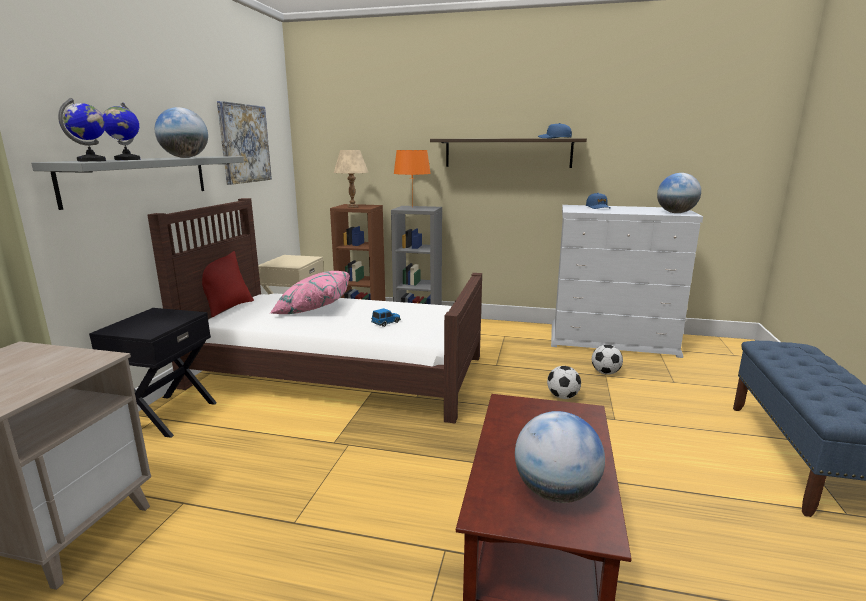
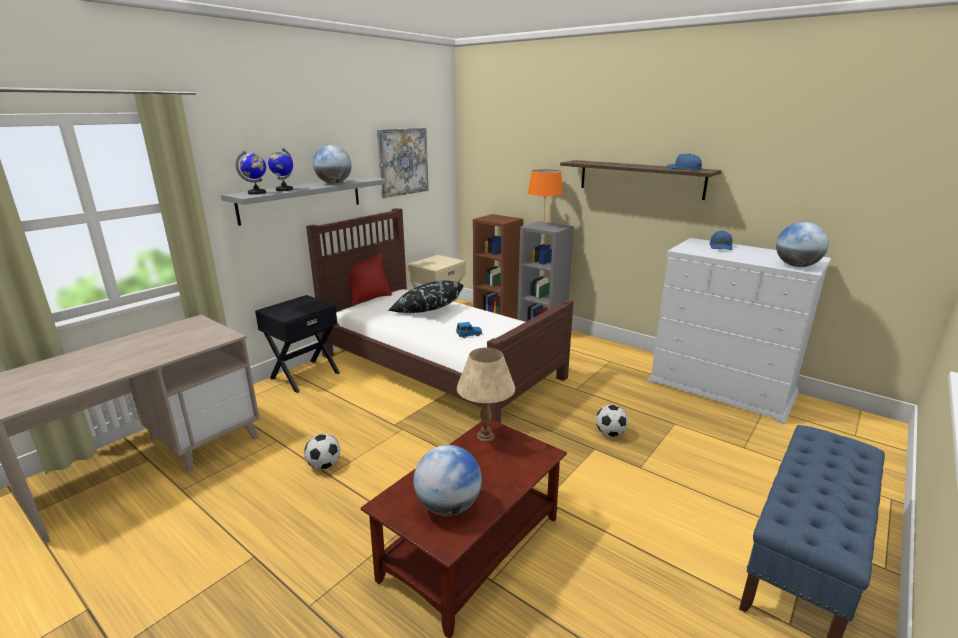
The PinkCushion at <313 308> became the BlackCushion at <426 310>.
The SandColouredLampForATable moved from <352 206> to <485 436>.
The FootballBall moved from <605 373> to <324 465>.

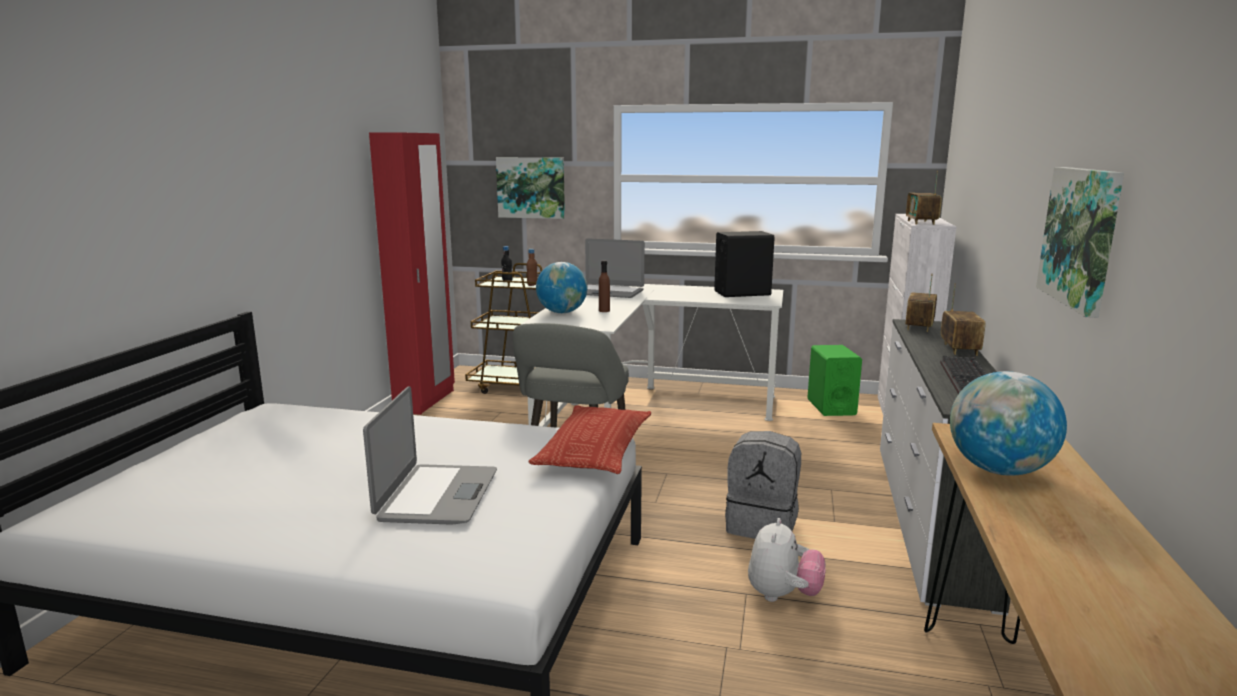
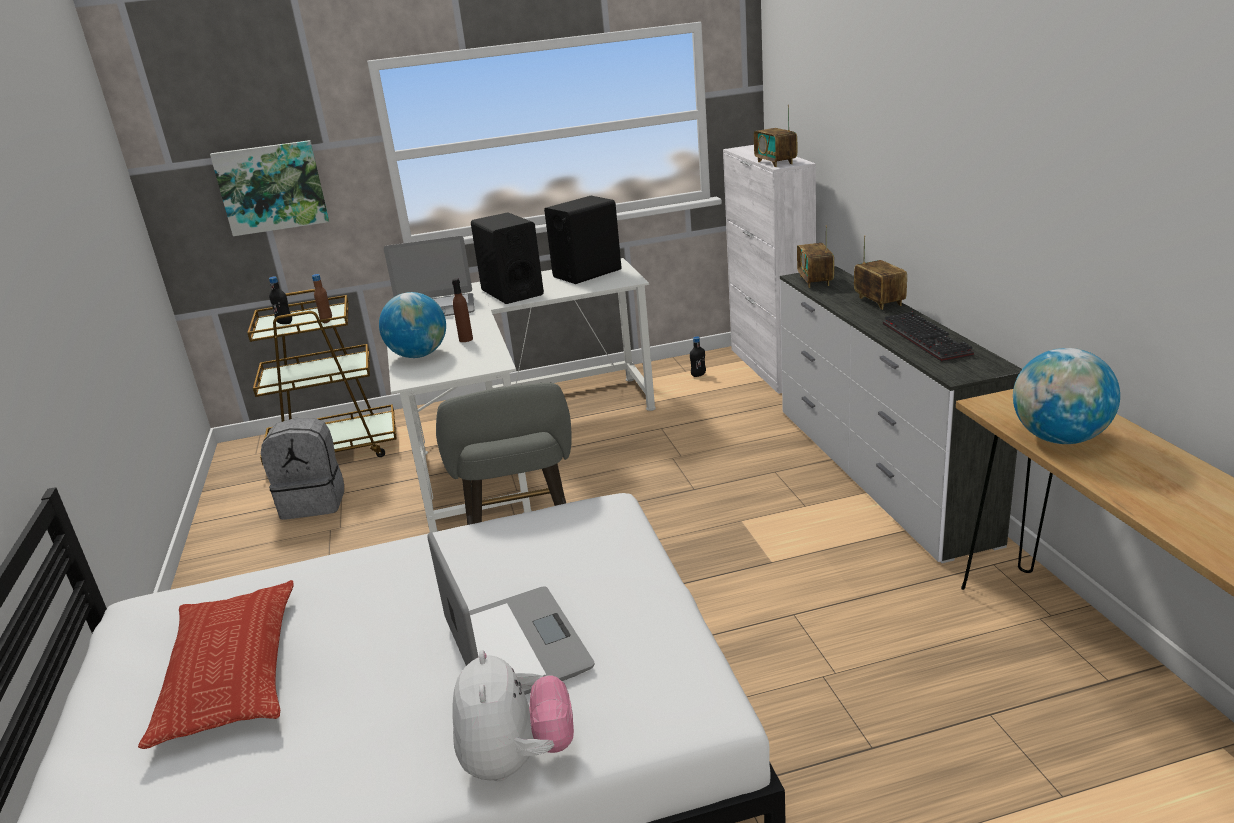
The RedWardrobe at <425 401> disappeared.
The Cushion moved from <595 448> to <230 670>.
The GreyKnapsack moved from <762 525> to <314 502>.
The SoftToy moved from <783 595> to <517 760>.
The GreenishSpeaker at <831 407> was replaced by the BlackDrinkBottle at <698 375>.
The Picture at <1082 237> disappeared.
The BlackSpeaker at <512 292> appeared.

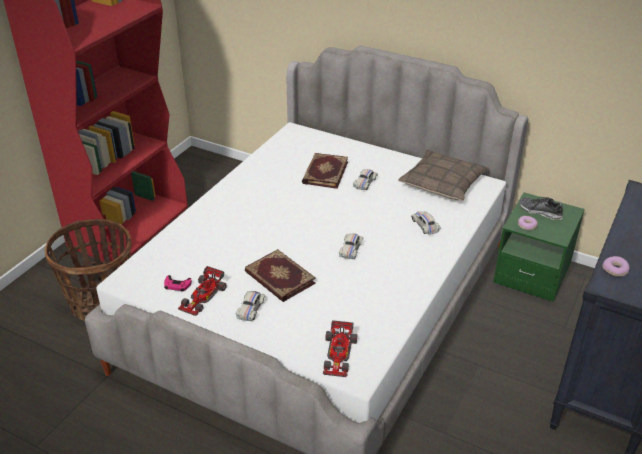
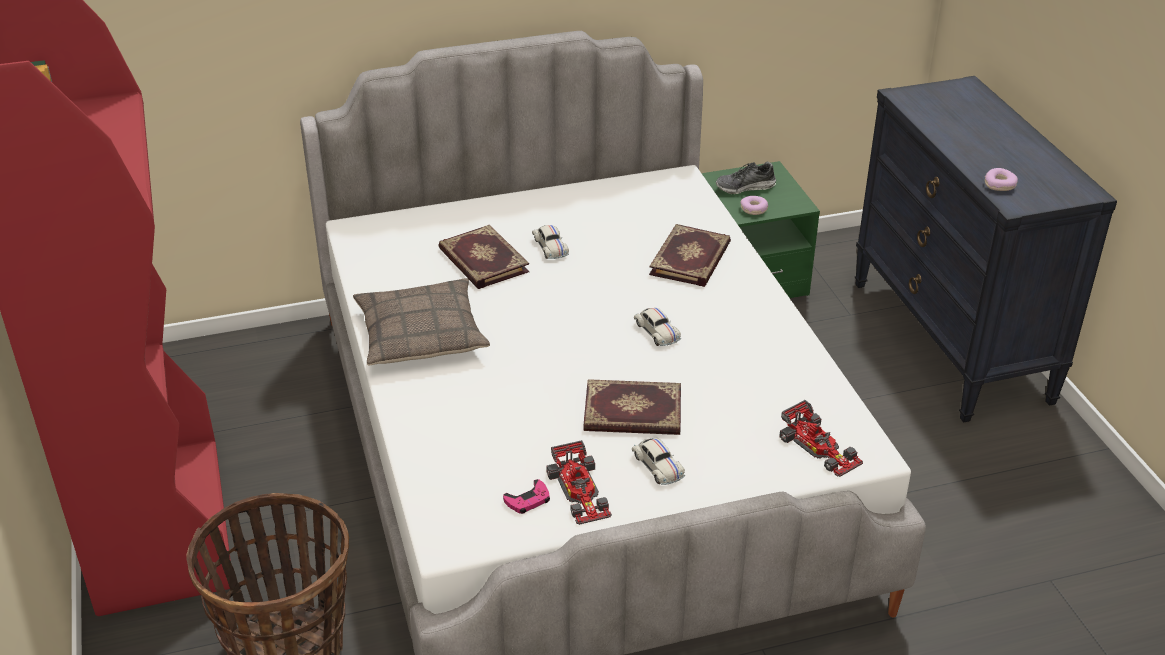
The Cushion moved from <443 183> to <421 334>.
The WhiteColouredMiniatureCar at <425 225> was replaced by the Volume at <691 259>.

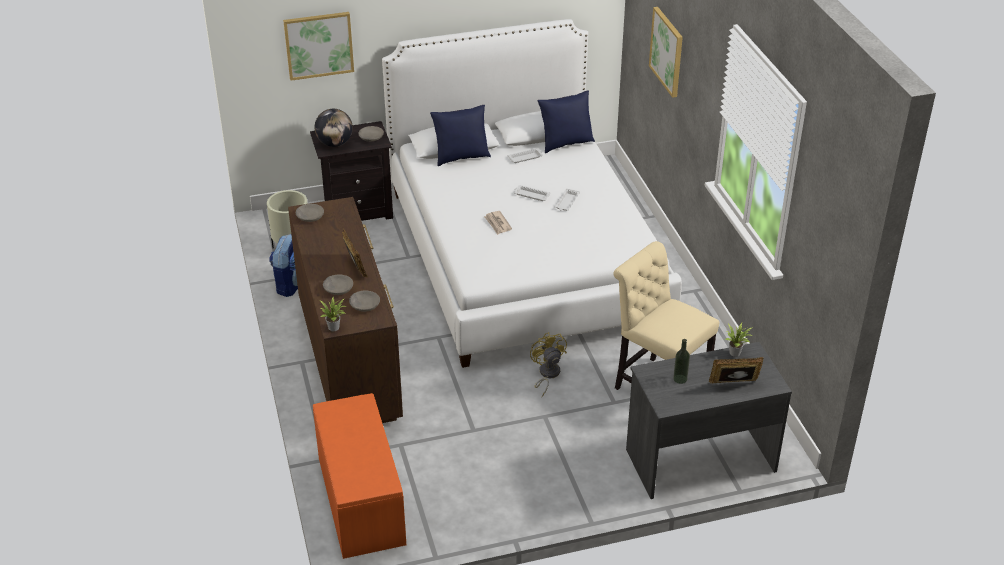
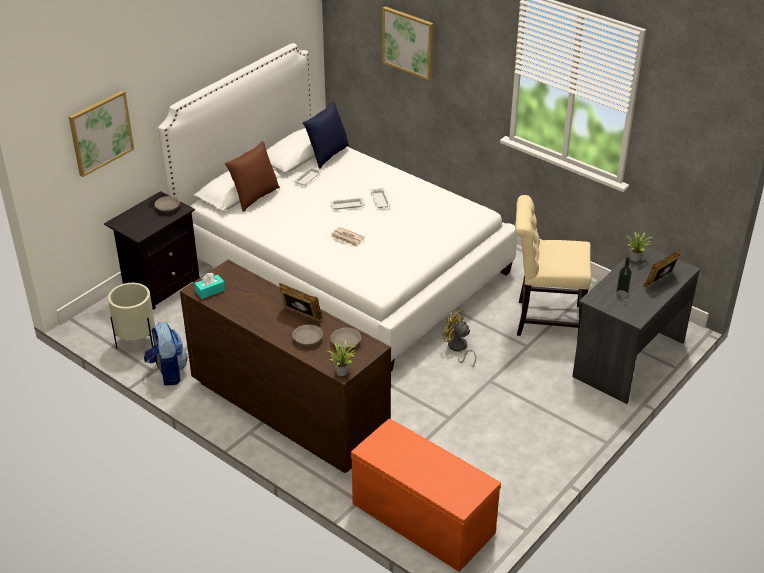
The GreyBowl at <309 216> was replaced by the TurquoiseColouredBoxOfTissues at <210 291>.
The WorldGlobe at <335 143> disappeared.
The BlueCushion at <461 157> became the BrownColouredCushion at <254 197>.

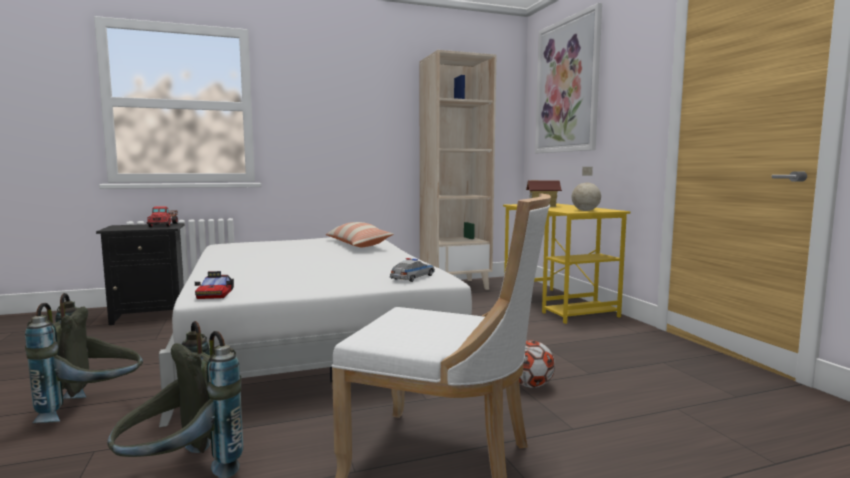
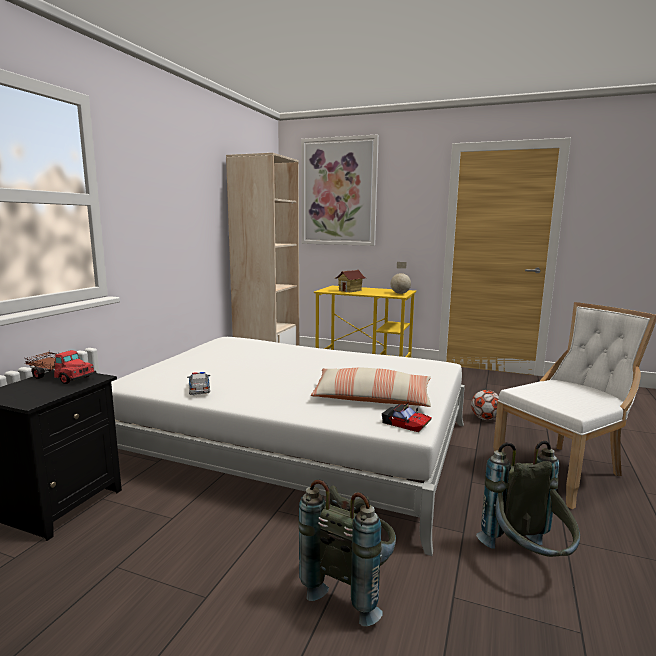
The Cushion moved from <357 244> to <371 399>.
The MiniatureCar moved from <413 277> to <199 389>.

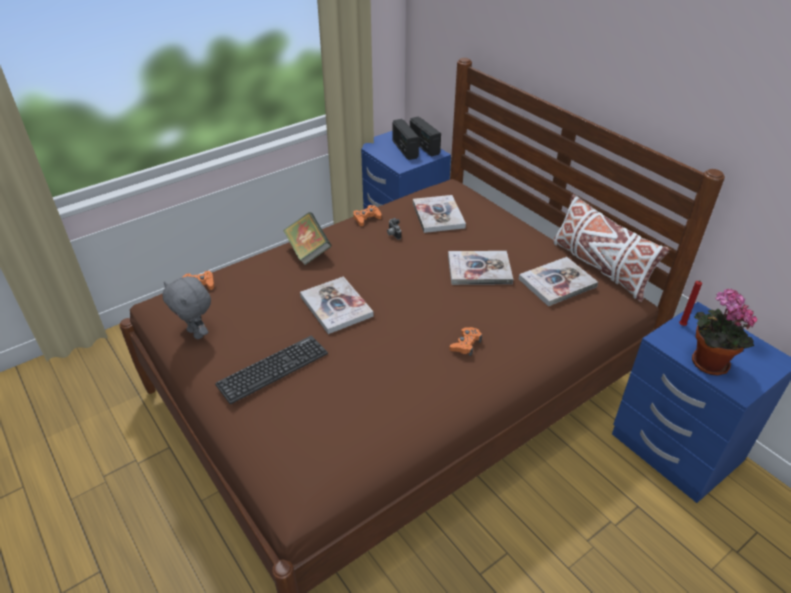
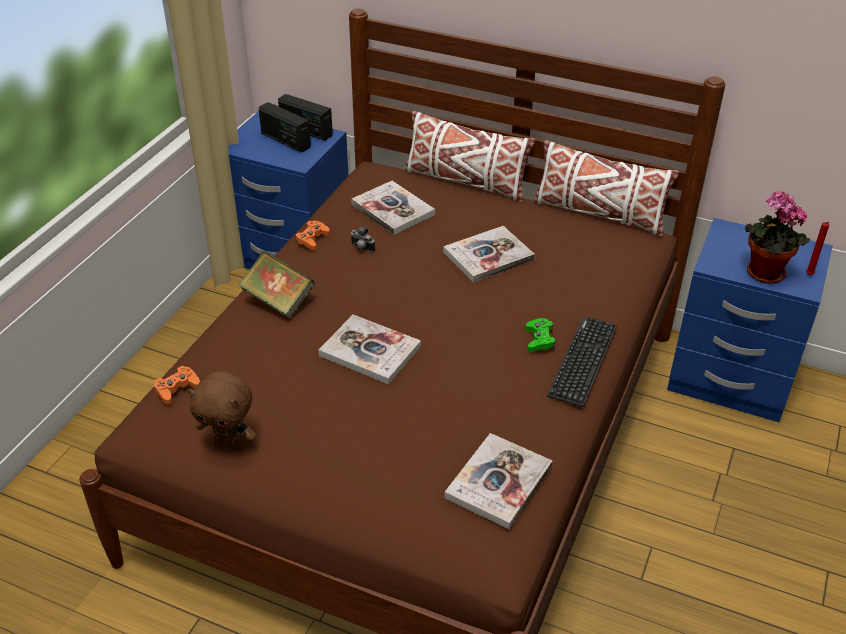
The GreySoftToy at <197 333> became the BrownColouredSoftToy at <229 444>.
The ComputerKeyboard moved from <273 369> to <583 361>.
The OrangeGamepad at <465 344> became the GreenishGamepad at <539 340>.
The Volume moved from <557 283> to <499 482>.
The RedWaxLight moved from <681 326> to <809 275>.
The WhiteColouredCushion at <465 181> appeared.

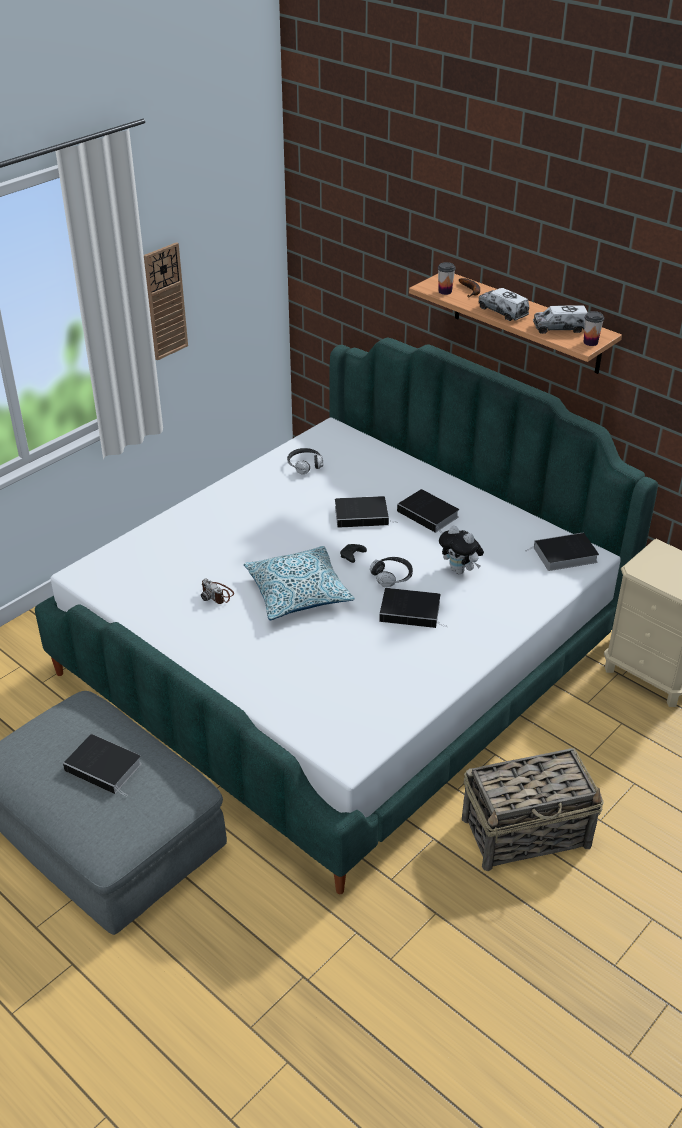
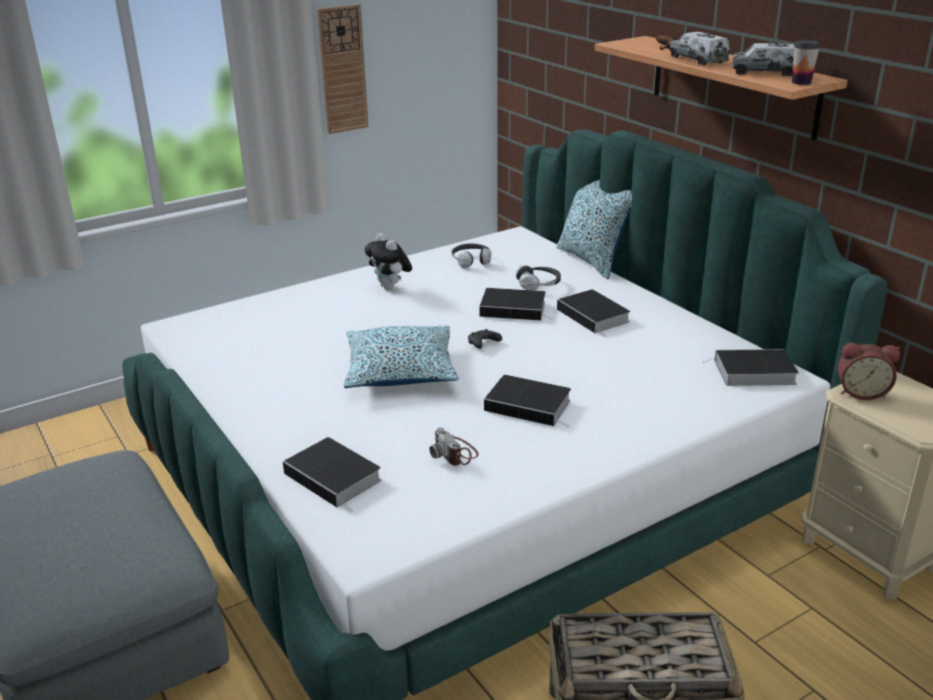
The Volume moved from <105 767> to <335 478>.
The StillCamera moved from <217 594> to <455 453>.
The Headset moved from <392 577> to <538 285>.
The DrinkingCup at <445 291> disappeared.
The SoftToy moved from <460 570> to <390 287>.
The Cushion at <592 260> appeared.
The AlarmClock at <861 392> appeared.

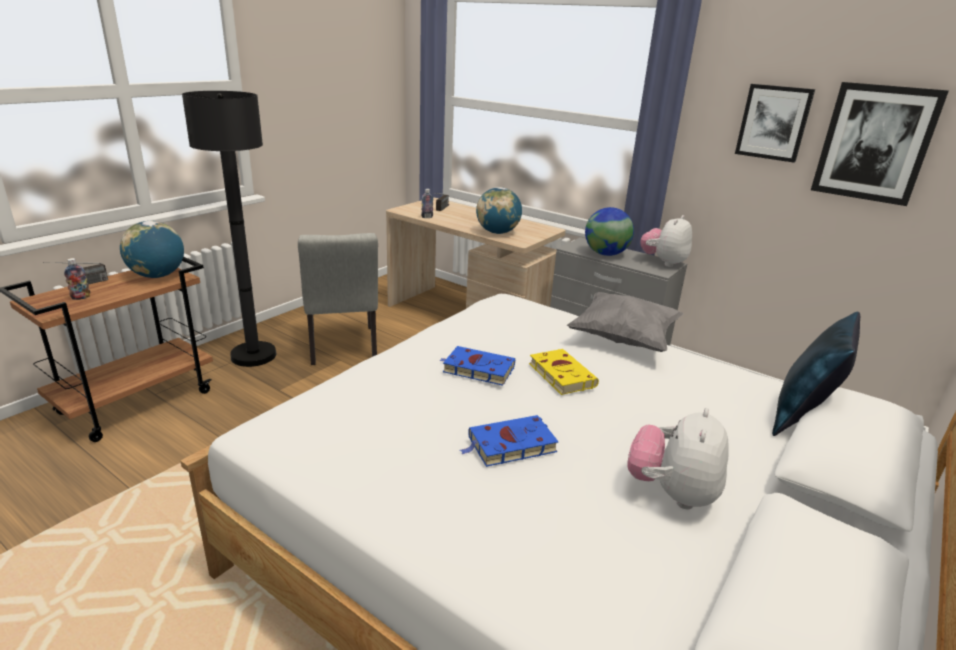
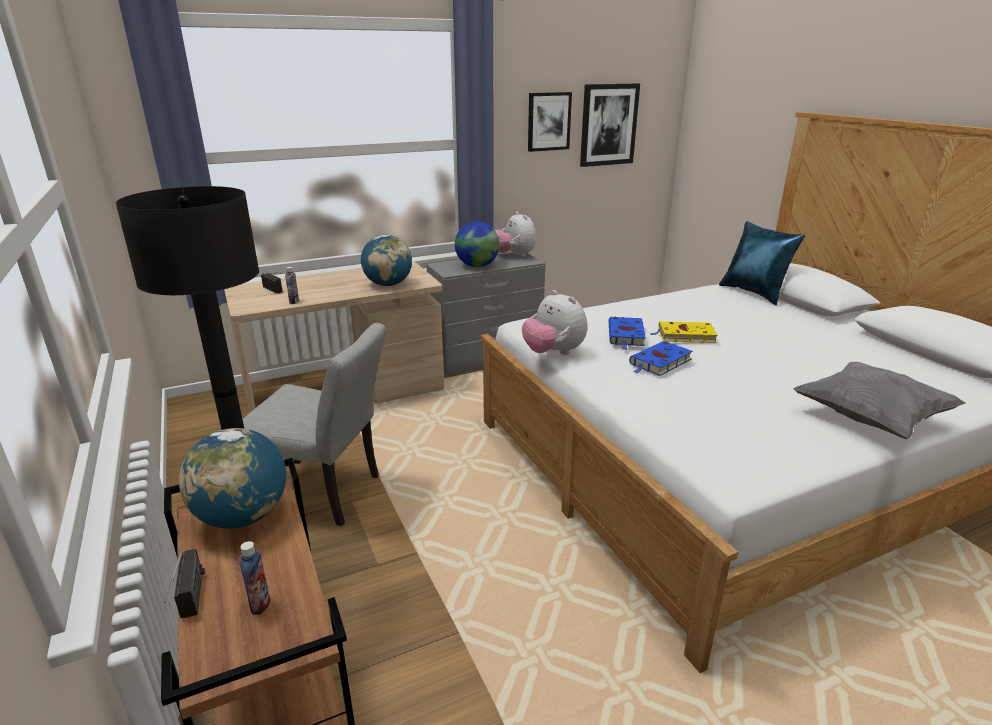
The BlueVolume moved from <509 445> to <626 336>.
The GreyCushion moved from <623 339> to <870 419>.
The SoftToy moved from <671 493> to <553 353>.

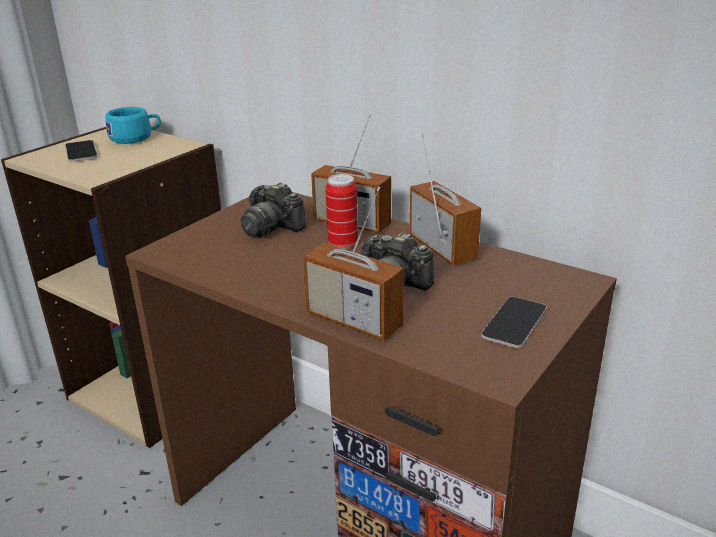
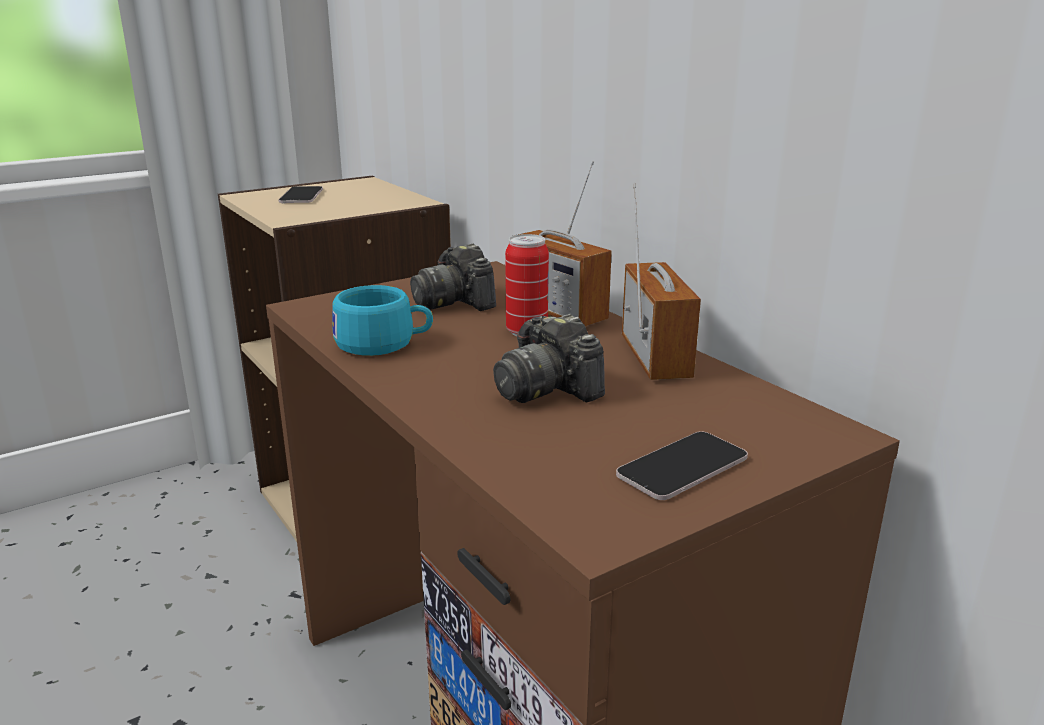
The TurquoiseColouredDrinkingCup moved from <136 138> to <384 344>.
The RadioReceiver at <353 320> disappeared.

